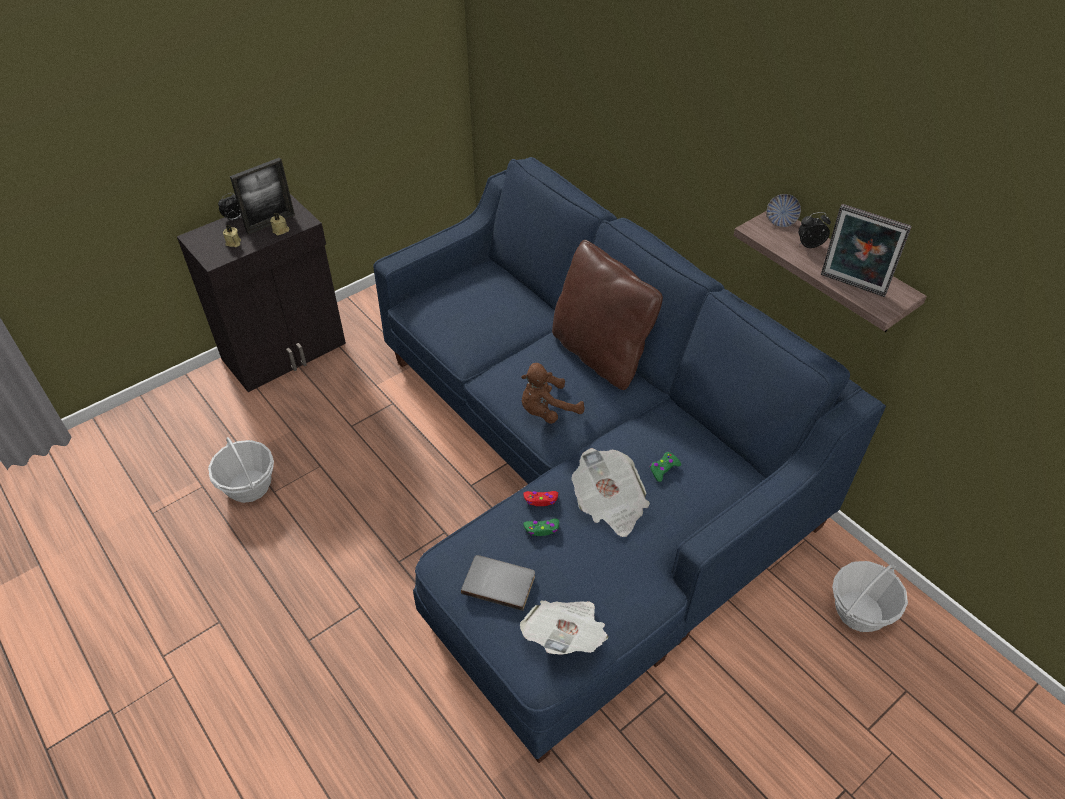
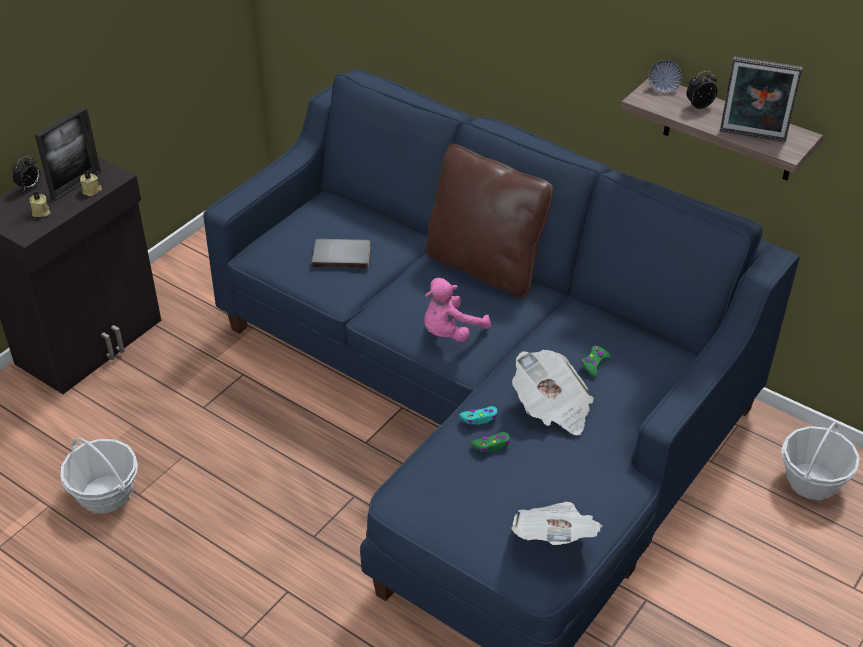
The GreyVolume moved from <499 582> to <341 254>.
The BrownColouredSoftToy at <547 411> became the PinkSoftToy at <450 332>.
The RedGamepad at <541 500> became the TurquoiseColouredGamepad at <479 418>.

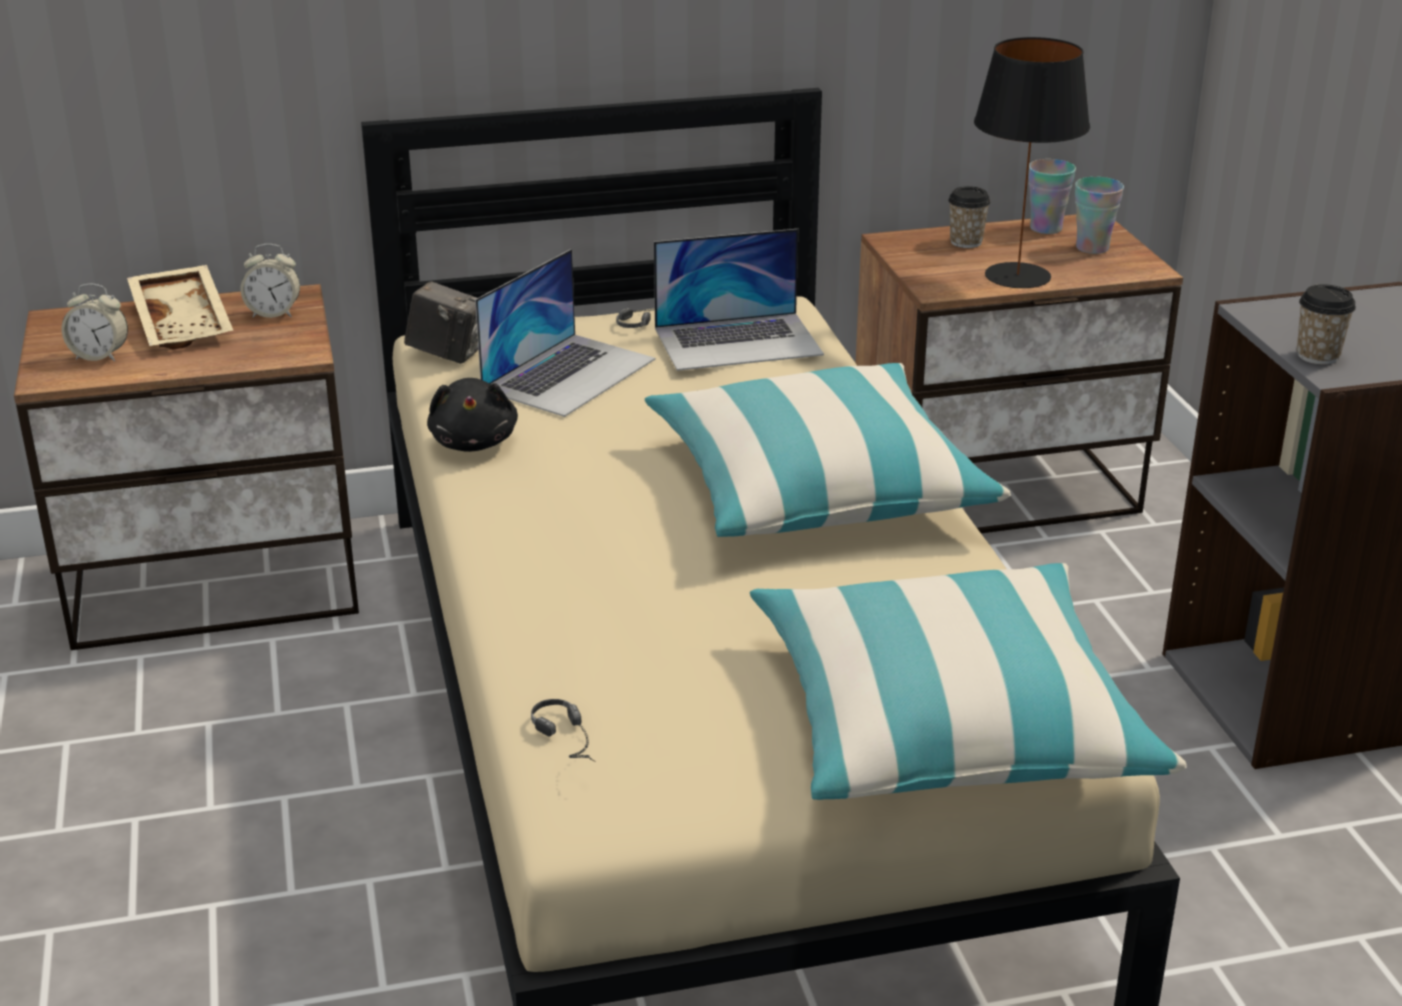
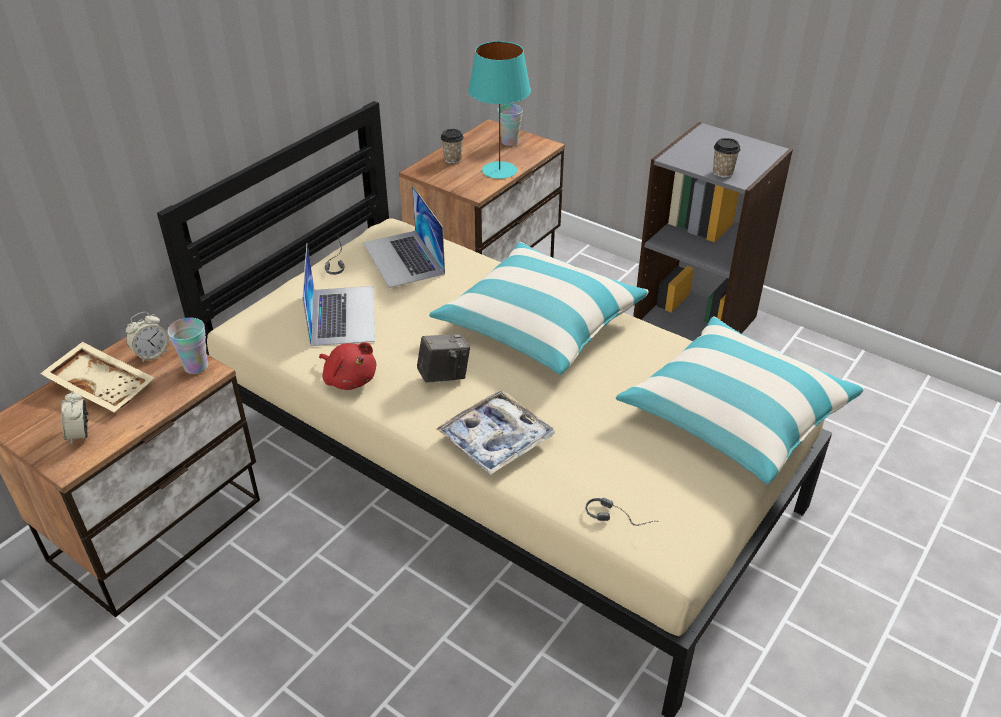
The AlarmClock at <100 356> turned 105 degrees clockwise.
The StillCamera moved from <447 354> to <444 375>.
The BlackSoftToy at <474 442> became the RedSoftToy at <349 379>.
The NotebookComputer at <738 341> turned 120 degrees clockwise.
The BlackLampForATable at <1019 276> became the TurquoiseColouredLampForATable at <500 170>.
The DrinkingCup moved from <1046 228> to <196 366>.
The Tray at <496 439> appeared.

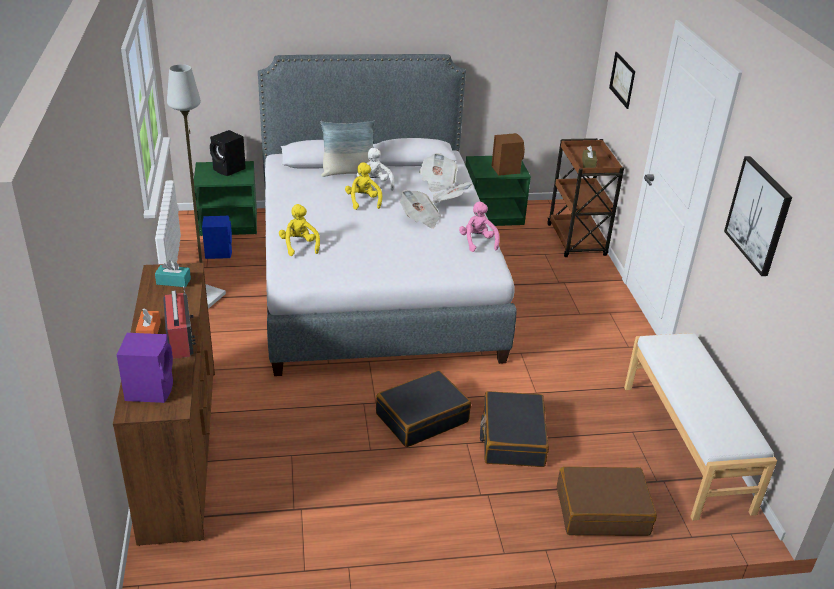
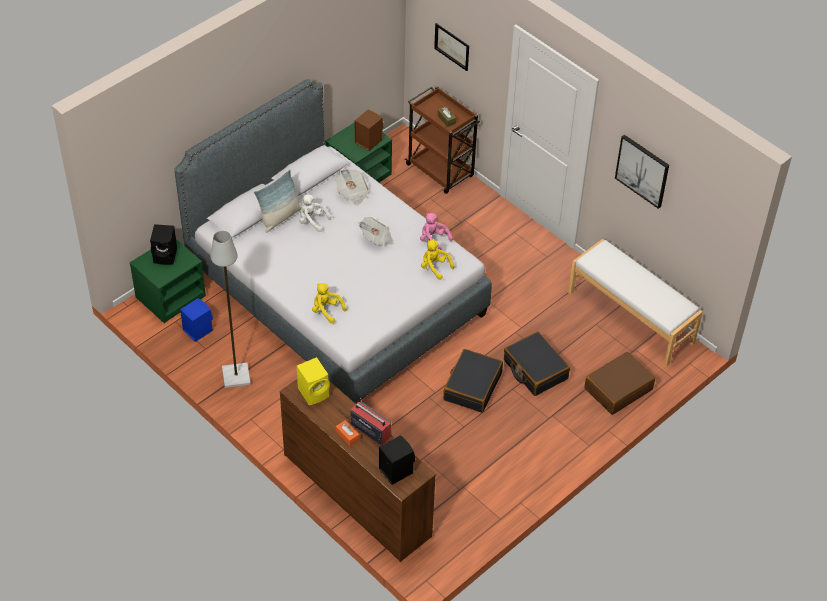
The PurpleSpeaker at <150 389> became the BlackSpeaker at <395 470>.
The TurquoiseColouredBoxOfTissues at <173 281> was replaced by the YellowishSpeaker at <314 392>.
The YellowishSoftToy moved from <363 201> to <434 267>.
The PrintedPaper at <450 202> disappeared.

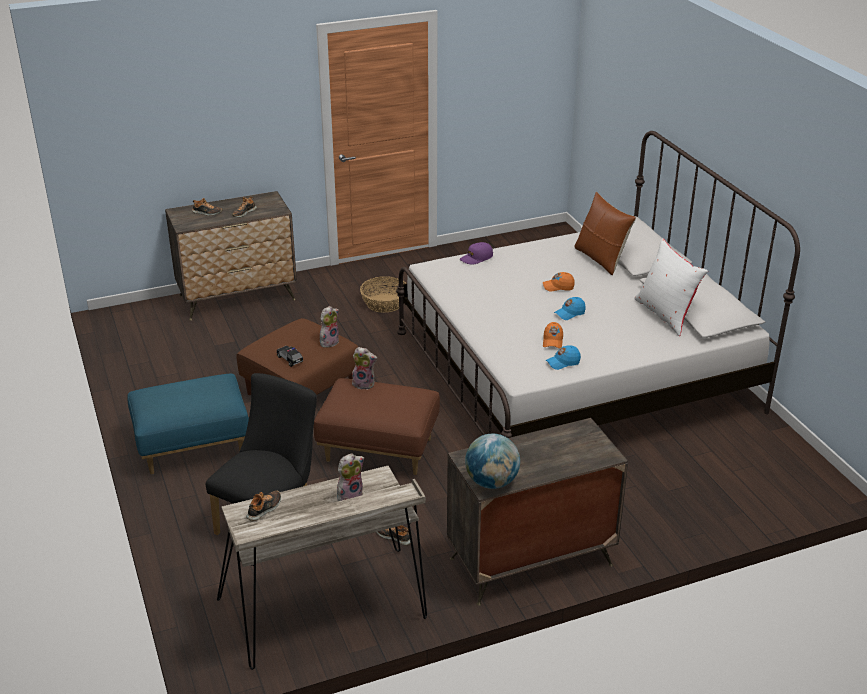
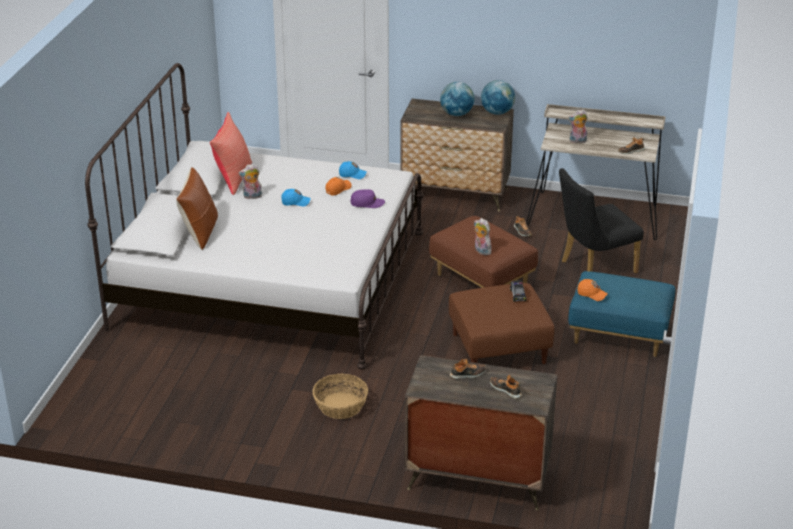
The SoftToy moved from <329 342> to <252 196>.
The PurplePeakedCap moved from <476 258> to <367 203>.
The OrangePeakedCap moved from <558 287> to <592 294>.
The WhiteColouredCushion at <666 315> became the RedCushion at <233 177>.
The WorldGlobe at <456 114> appeared.

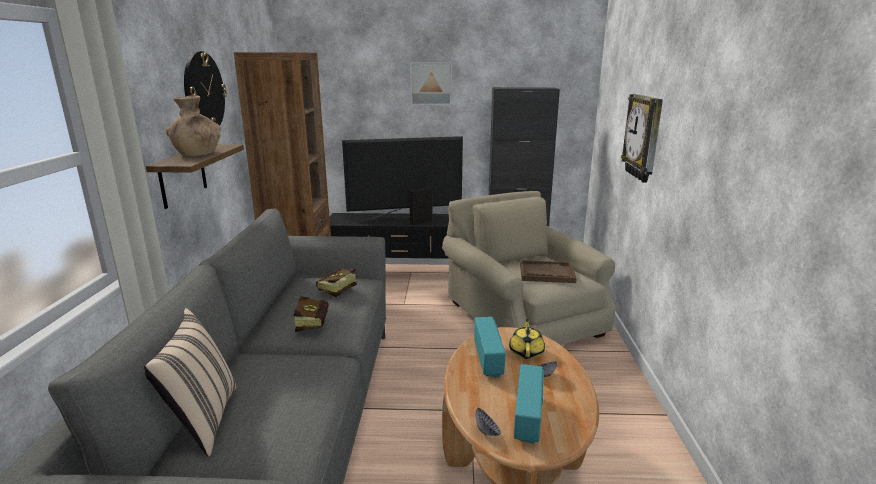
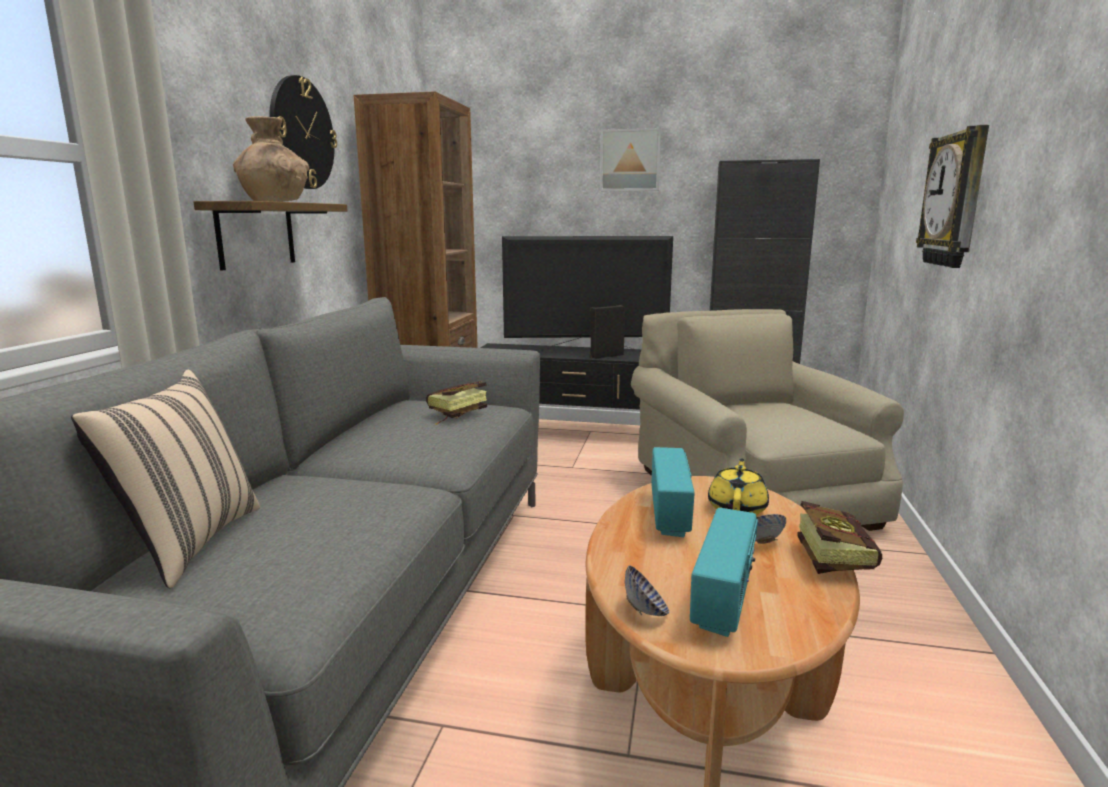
The Volume moved from <313 323> to <830 557>.
The BrownColouredTray at <546 273> disappeared.

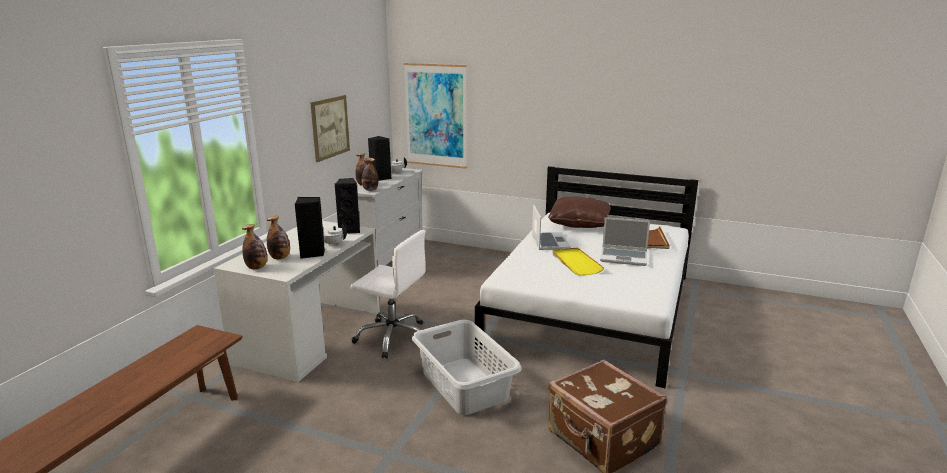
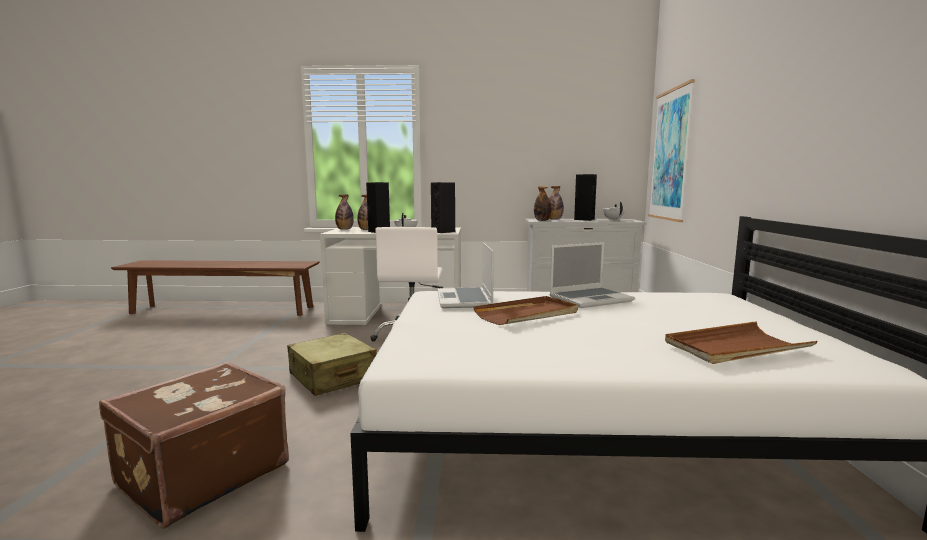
The Picture at <330 127> disappeared.
The GreyHamper at <464 385> was replaced by the SandColouredSuitcase at <332 377>.
The BrownColouredCushion at <579 223> disappeared.
The YellowishTray at <576 263> became the BrownColouredTray at <527 314>.
The NotebookComputer moved from <624 257> to <465 300>.

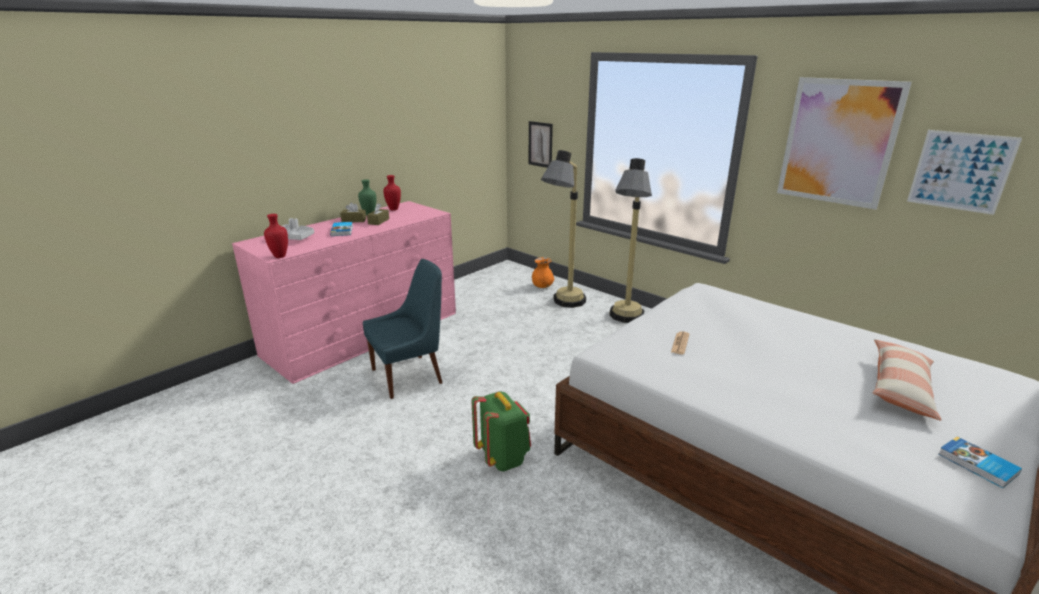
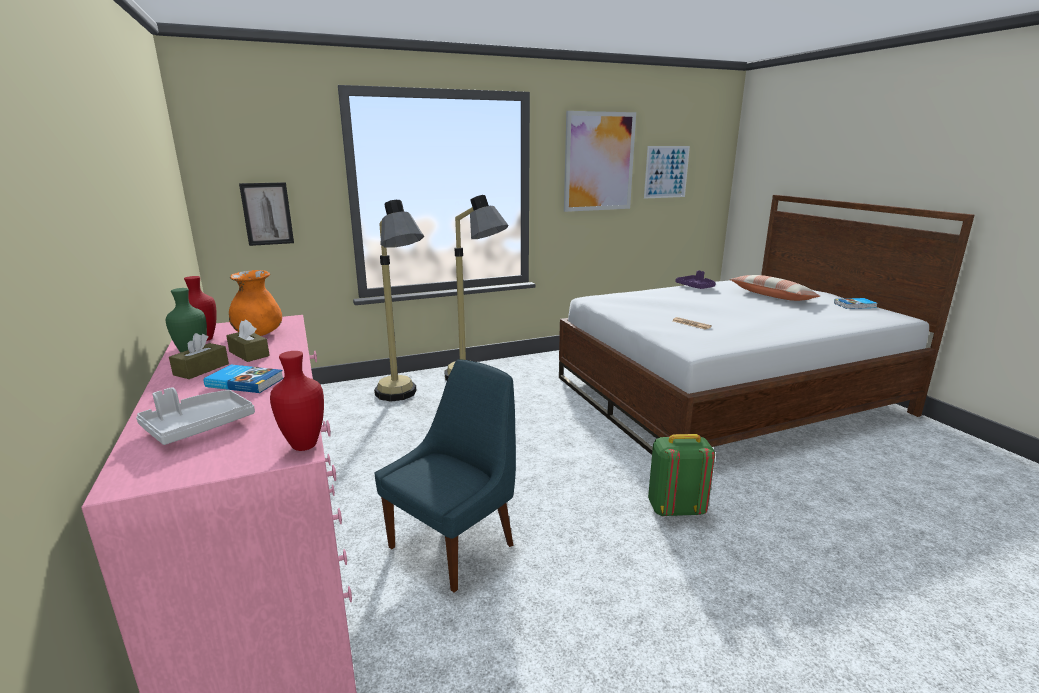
The BluePlainChair at <410 375> turned 45 degrees clockwise.
The OrangeDecorativeVase moved from <542 286> to <259 334>.
The PurpleTray at <696 287> appeared.

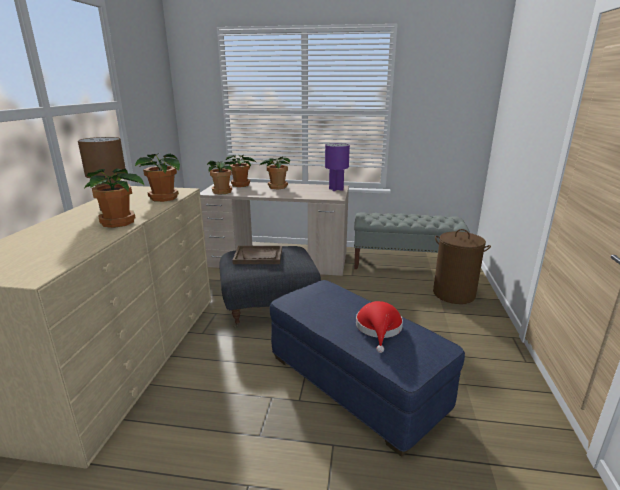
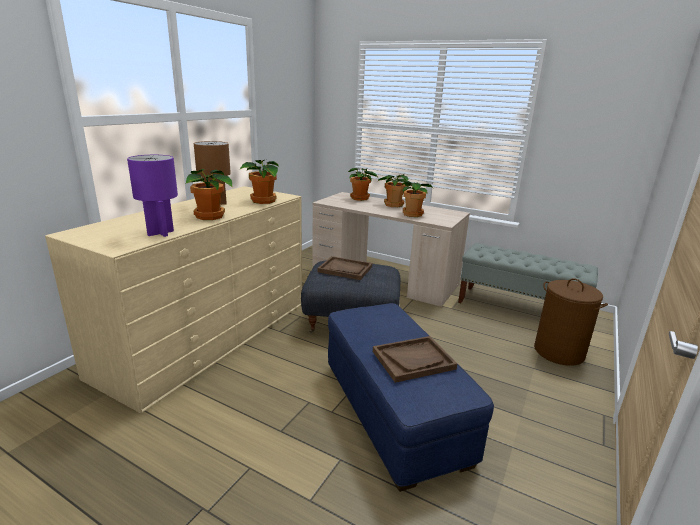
The PlantInAPot moved from <222 192> to <412 214>.
The PurpleLampForATable moved from <336 189> to <160 233>.
The RedHat at <379 329> was replaced by the BrownColouredTray at <413 360>.

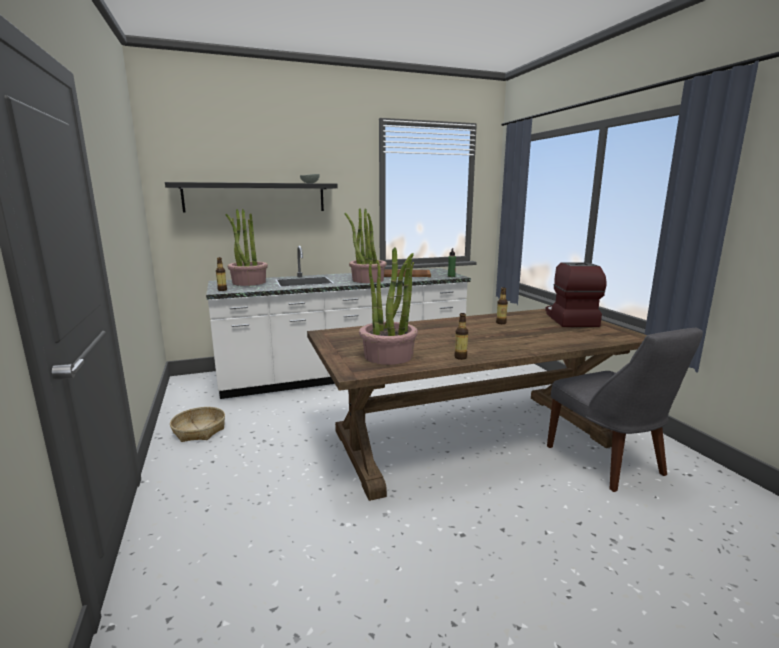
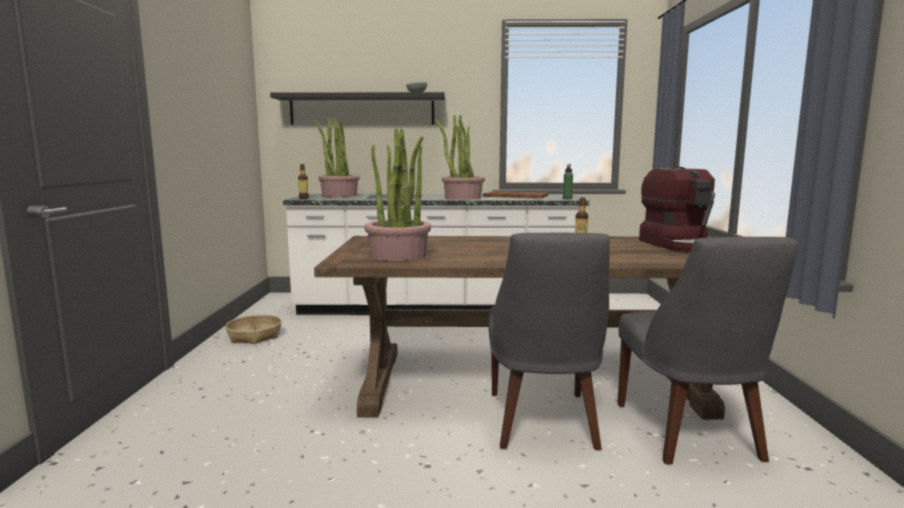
The DrinkBottle at <460 357> disappeared.
The CoffeeBrewer at <569 319> turned 150 degrees clockwise.
The GreyPlainChair at <542 423> appeared.

